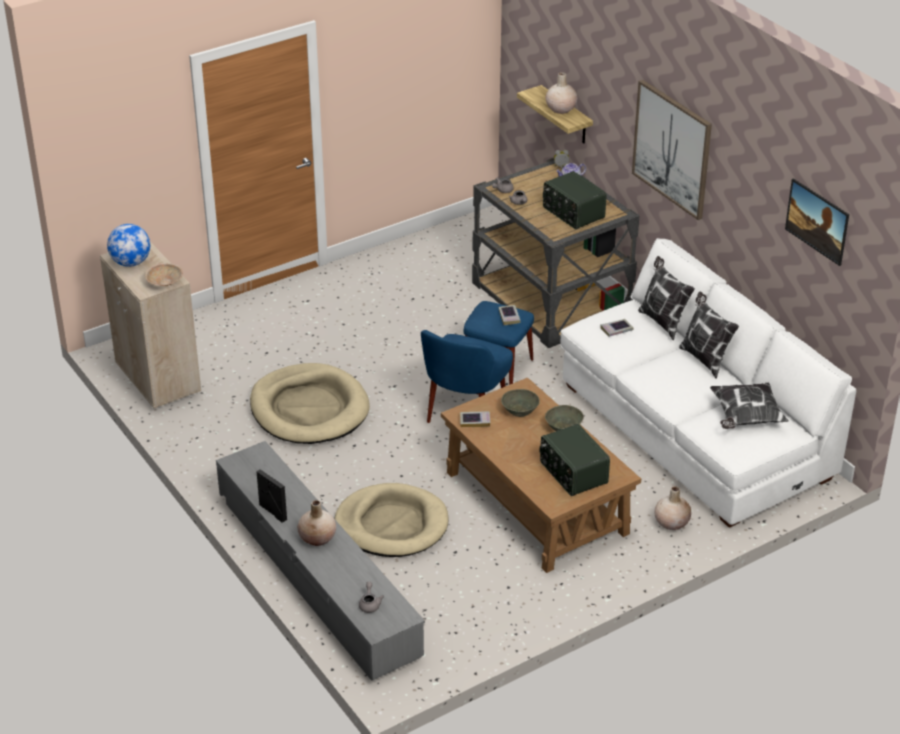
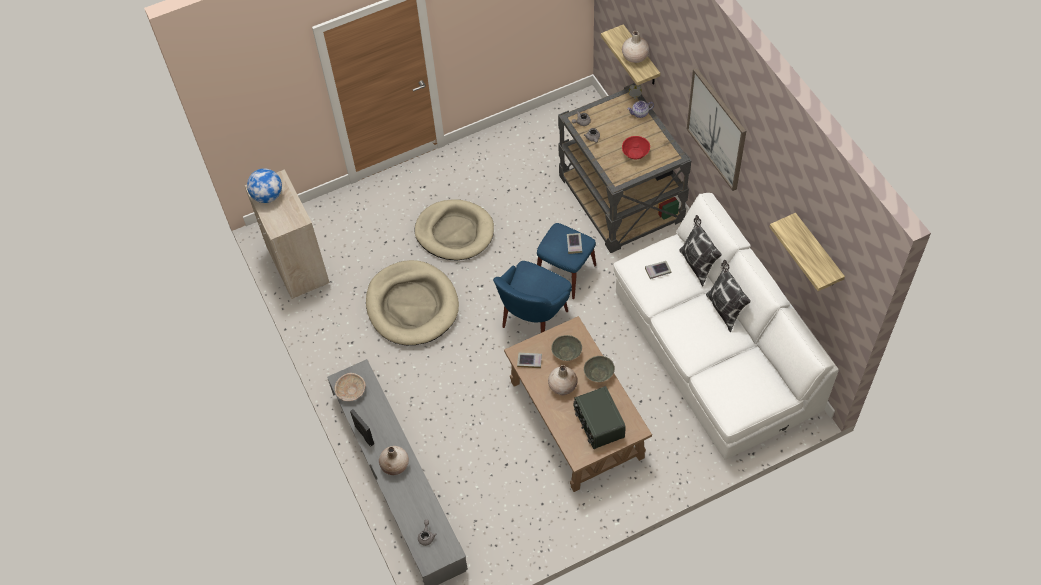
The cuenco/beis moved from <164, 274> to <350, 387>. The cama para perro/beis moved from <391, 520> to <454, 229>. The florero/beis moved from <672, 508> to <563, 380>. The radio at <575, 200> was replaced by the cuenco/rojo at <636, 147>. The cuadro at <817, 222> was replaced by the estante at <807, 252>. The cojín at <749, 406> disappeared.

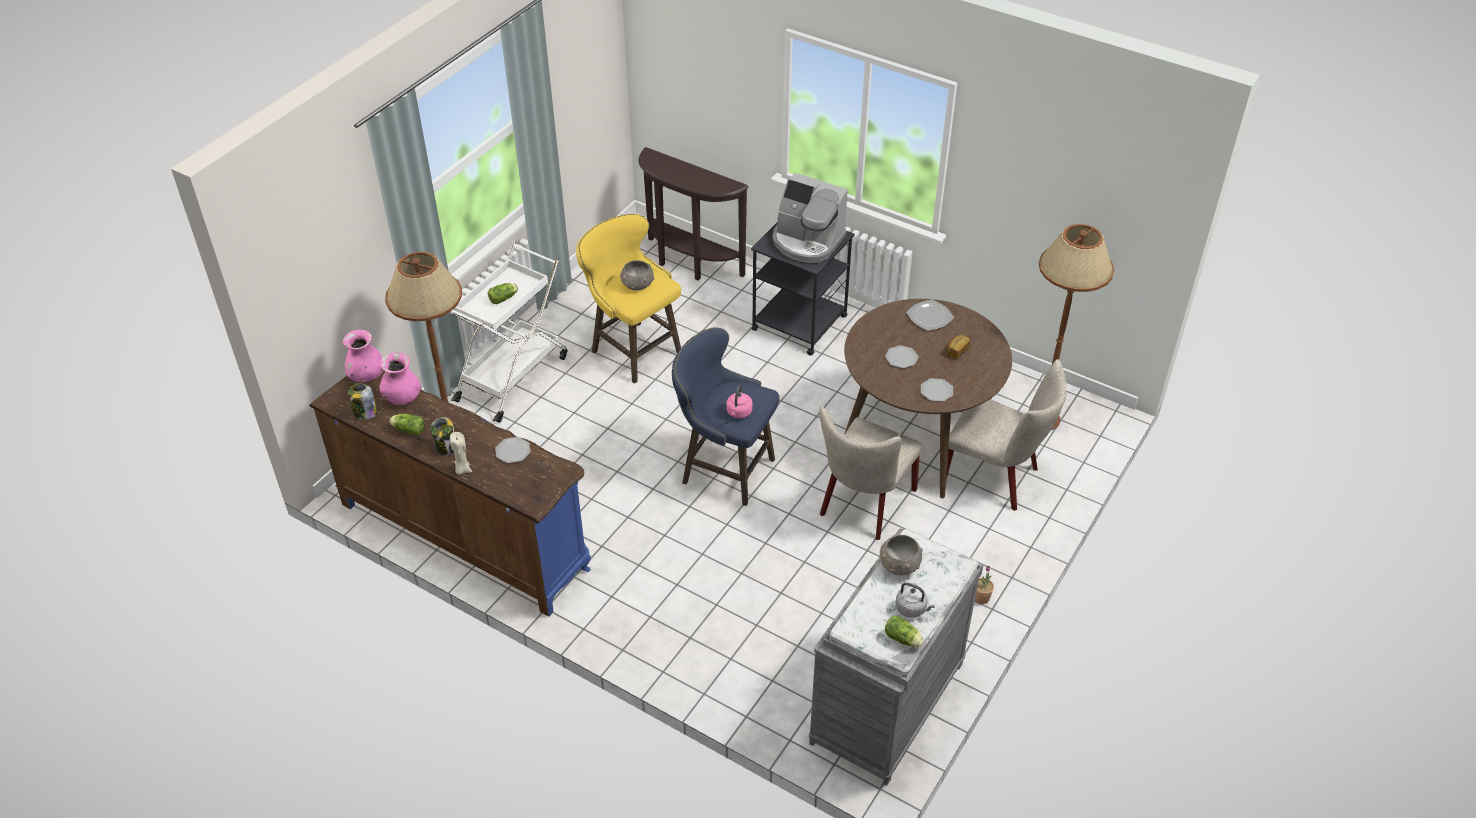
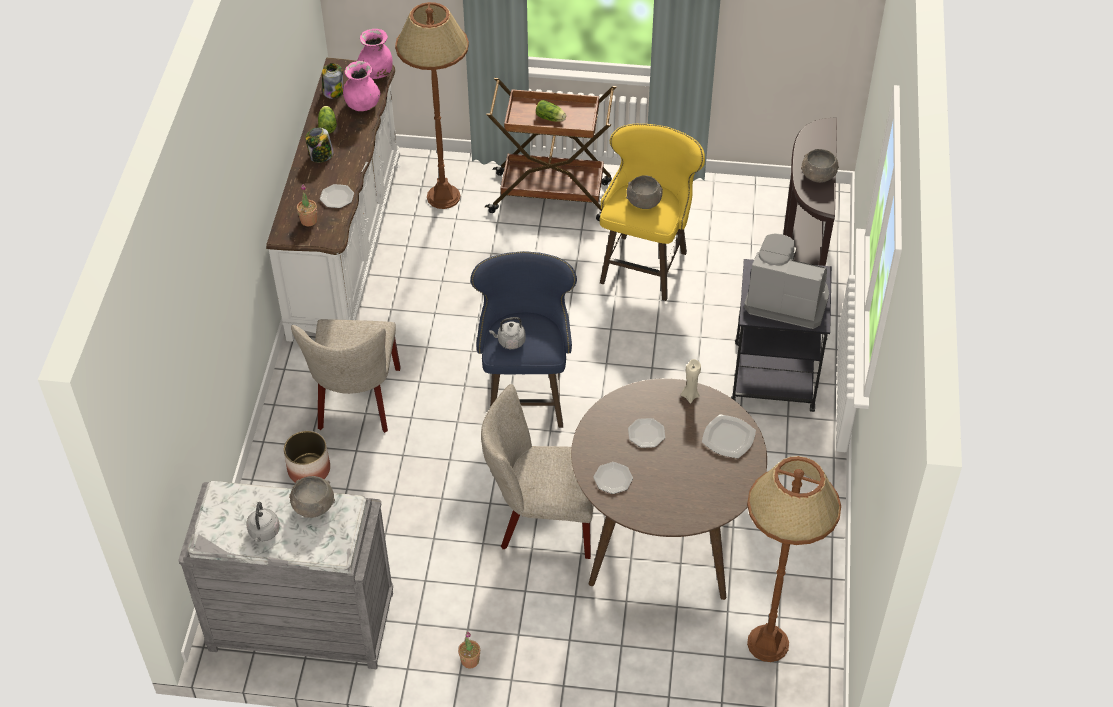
The armario/azul at <450, 494> became the armario/blanco at <333, 200>. The maceta at <307, 457> appeared. The silla/beis moved from <1006, 435> to <346, 376>. The planta en maceta at <307, 205> appeared. The carrito/blanco at <508, 332> became the carrito/marrón at <551, 149>. The hervidor/rosa at <739, 401> became the hervidor/gris at <507, 333>. The vela/beis moved from <461, 453> to <691, 381>. The cafetera at <810, 218> turned 105 degrees clockwise. The cuenco/gris at <820, 166> appeared. The lechuga at <904, 632> disappeared. The pan at <958, 347> disappeared.

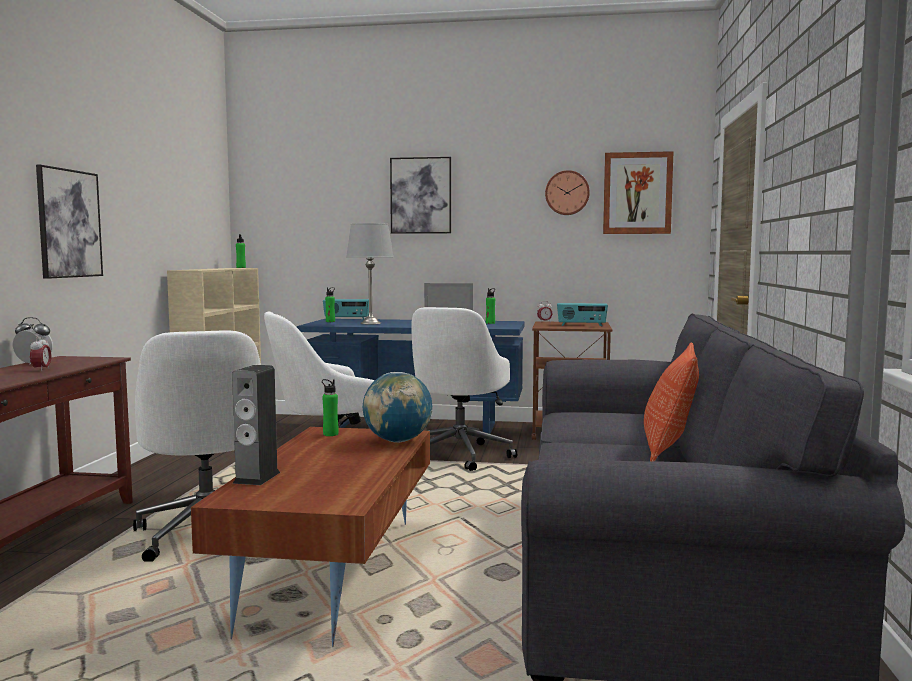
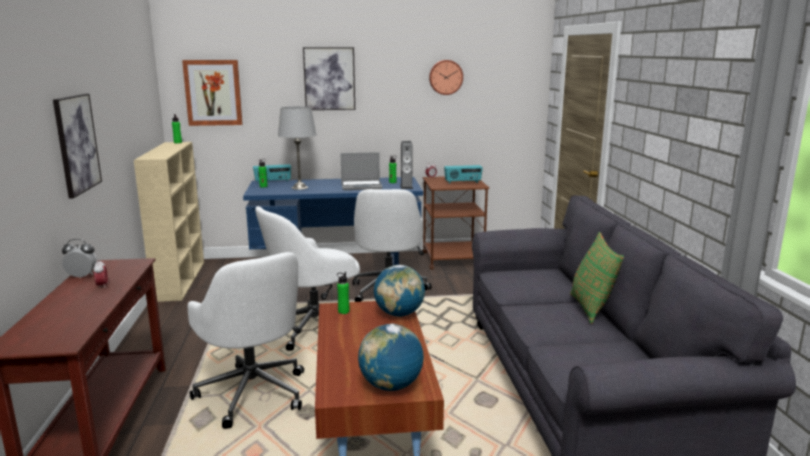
The cuadro moved from <638, 192> to <212, 93>. The globo terráqueo at <391, 357> appeared. The altavoz moved from <256, 425> to <406, 165>. The cojín/naranja at <671, 402> became the cojín/verde at <597, 278>.

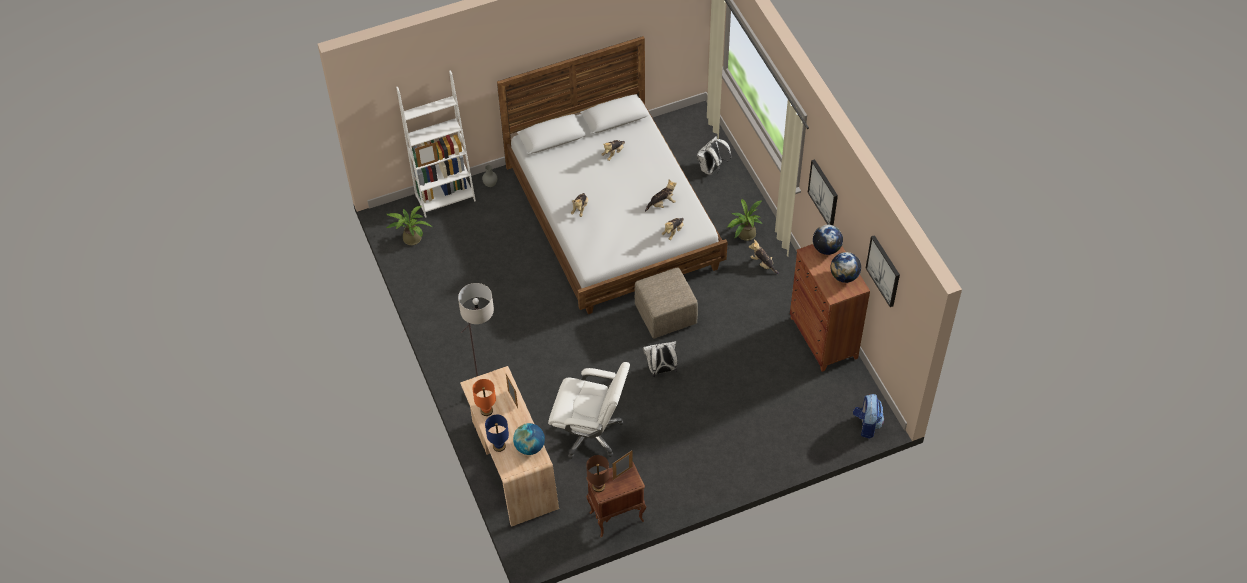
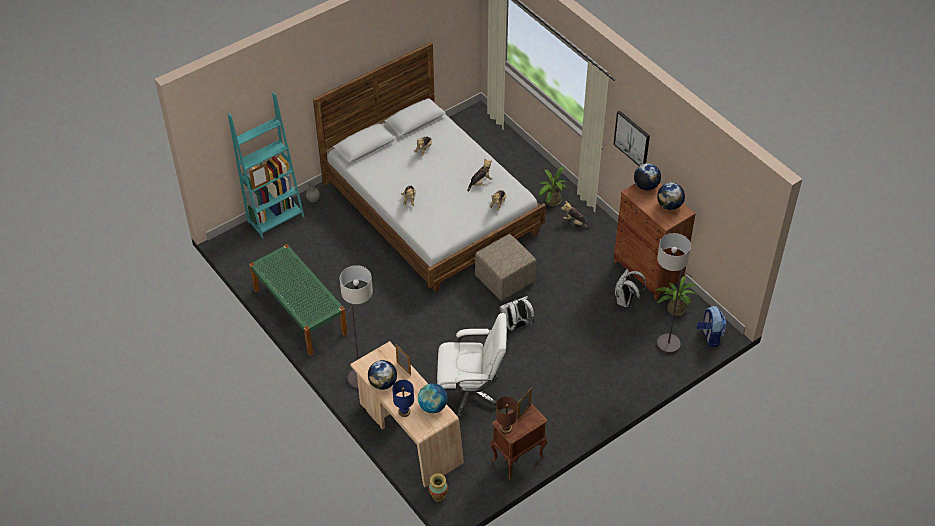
The estantería/blanco at <436, 144> became the estantería/turquesa at <266, 165>. The banco/verde at <298, 299> appeared. The lámpara de mesa/naranja at <484, 397> was replaced by the globo terráqueo at <382, 375>. The florero at <438, 488> appeared. The mochila/blanco moved from <714, 155> to <630, 288>. The planta en maceta moved from <409, 225> to <675, 296>. The lámpara de pie/gris at <674, 293> appeared. The cuadro at <883, 271> disappeared.

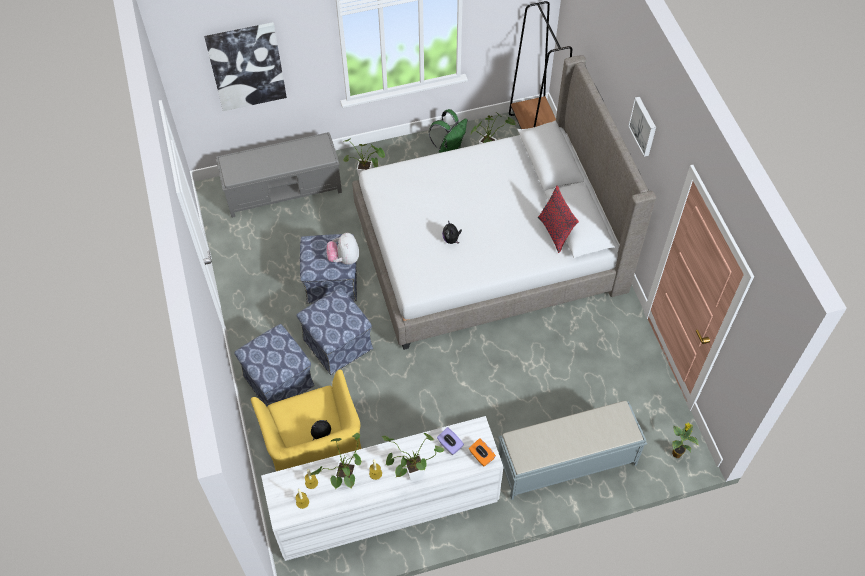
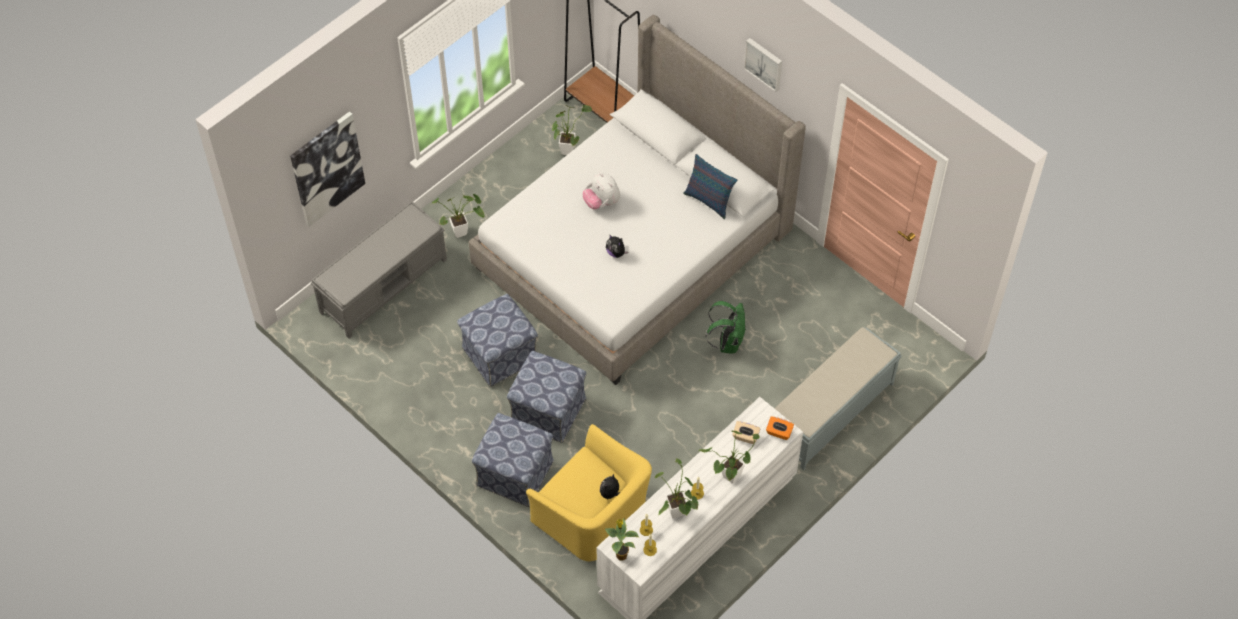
The peluche moved from <342, 249> to <601, 191>. The planta en maceta moved from <685, 440> to <622, 539>. The cojín/rojo at <558, 219> became the cojín/azul at <710, 186>. The mochila/verde moved from <448, 131> to <725, 327>. The caja de pañuelos/morado at <450, 441> became the caja de pañuelos/beis at <746, 432>.

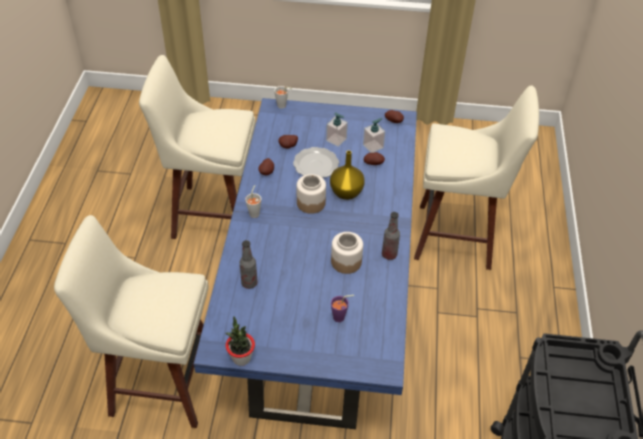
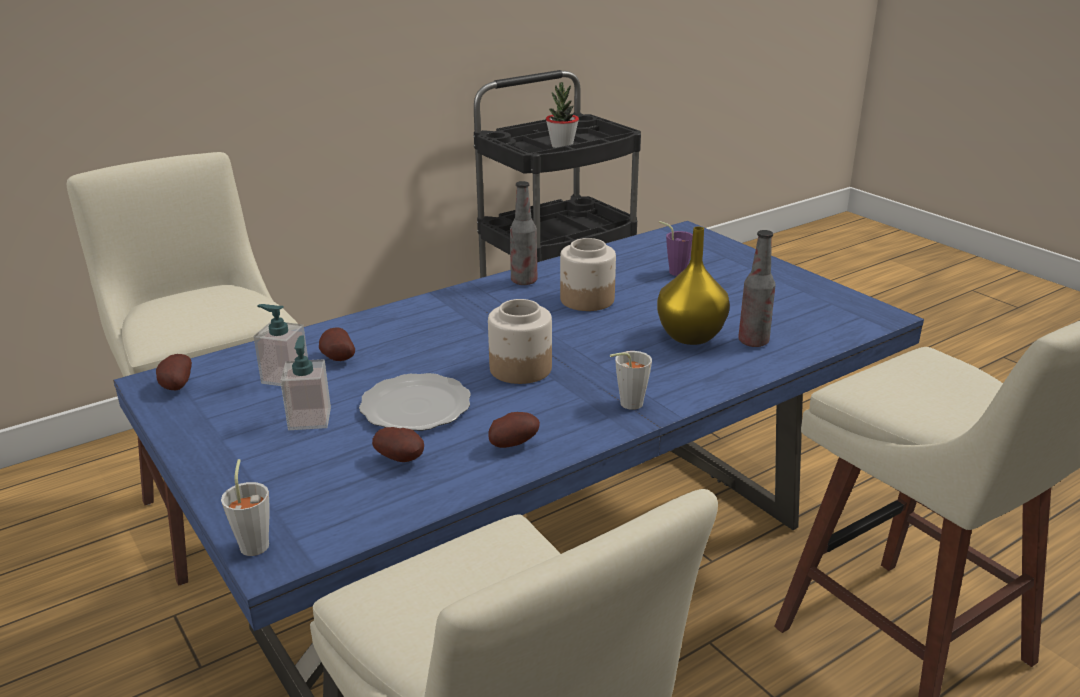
The planta en maceta moved from <240, 341> to <562, 115>. The florero/amarillo moved from <347, 175> to <693, 286>.

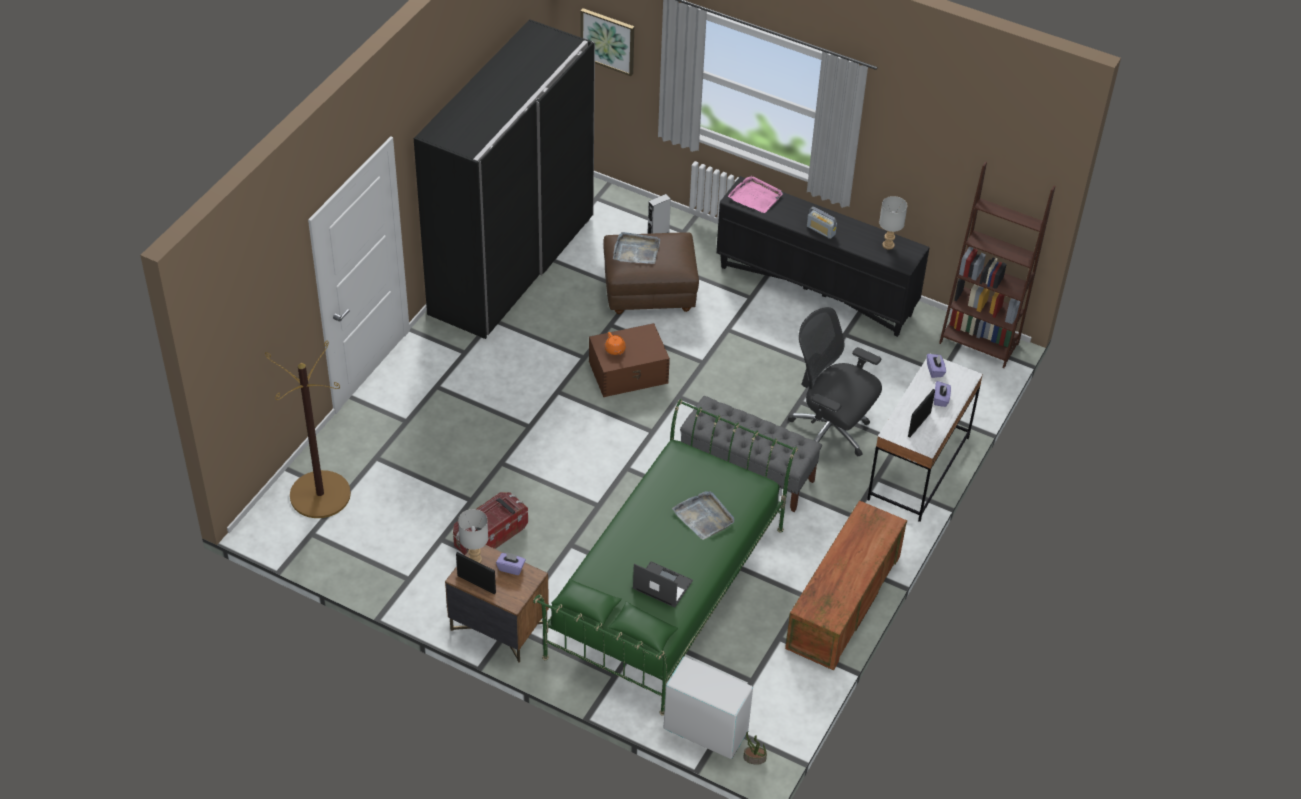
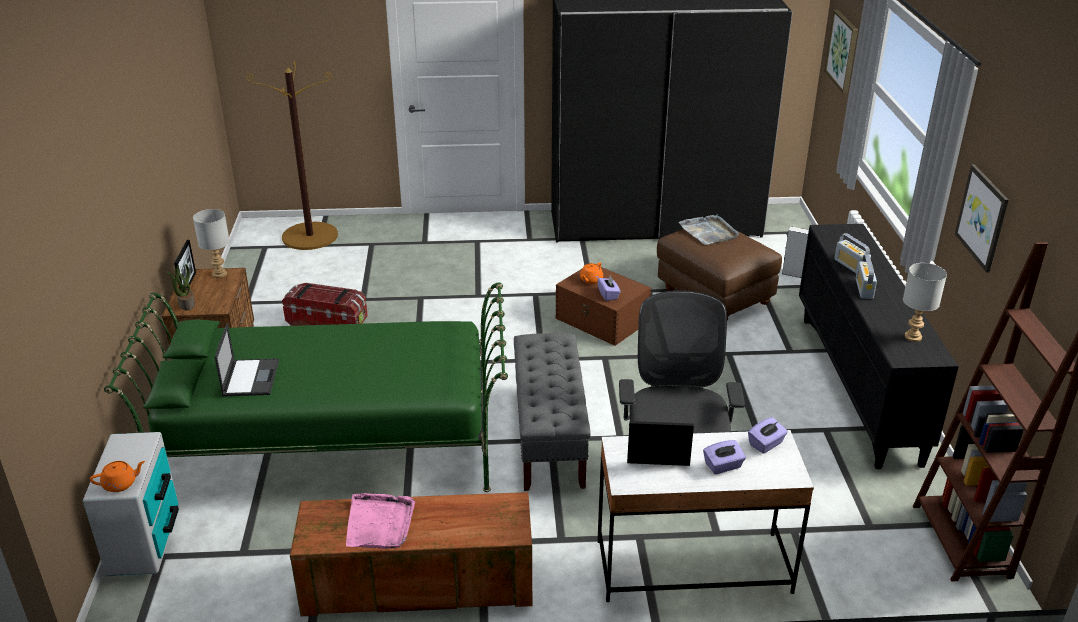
The tetera/naranja at <117, 476> appeared. The planta en maceta moved from <755, 748> to <181, 287>. The bandeja/rosa moved from <755, 194> to <380, 521>. The caja de pañuelos/morado moved from <511, 563> to <608, 288>. The radio at <852, 253> appeared. The cuadro at <982, 218> appeared. The bandeja/gris at <703, 515> disappeared.

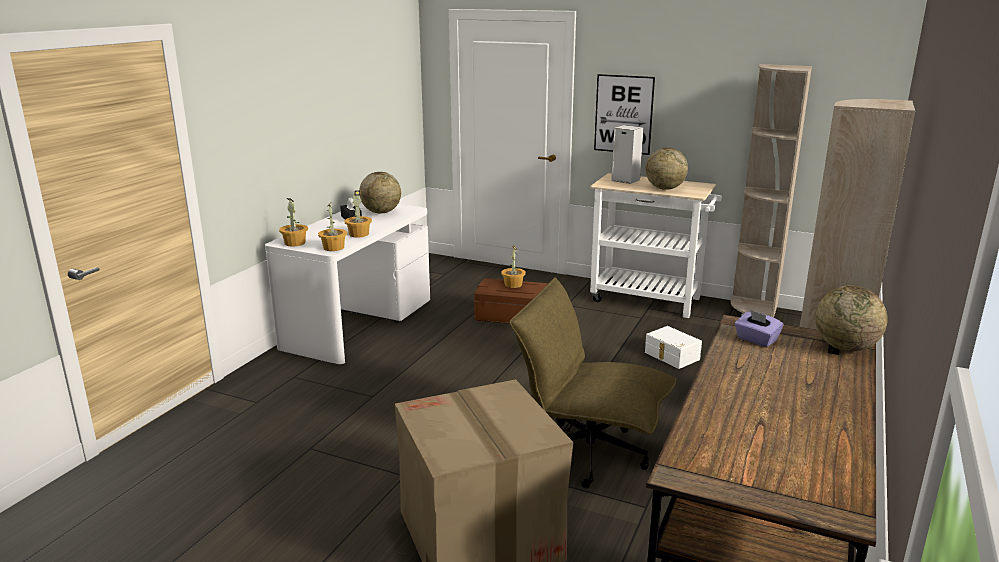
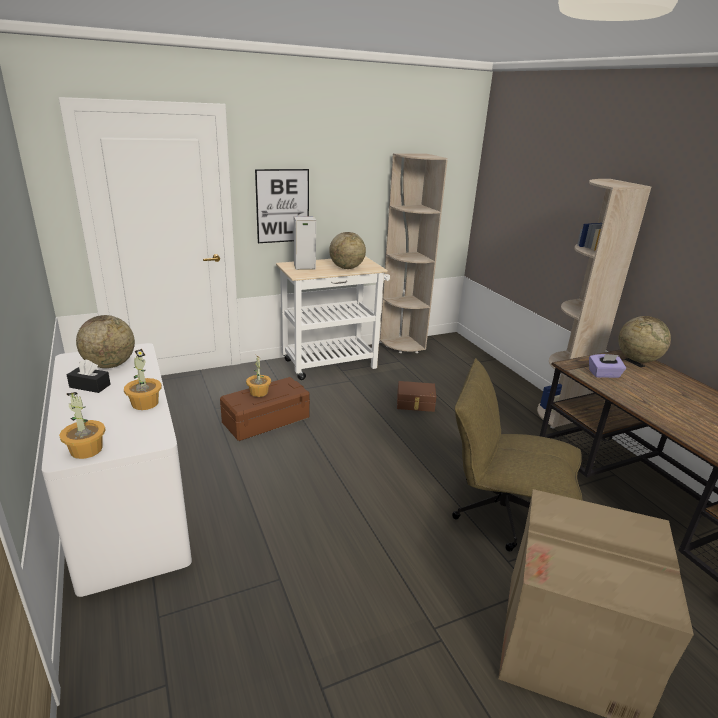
The caja de almacenaje/blanco at <673, 347> became the caja de almacenaje/marrón at <416, 396>. The silla de oficina/beis at <593, 382> turned 45 degrees clockwise. The planta en maceta at <332, 227> disappeared.

